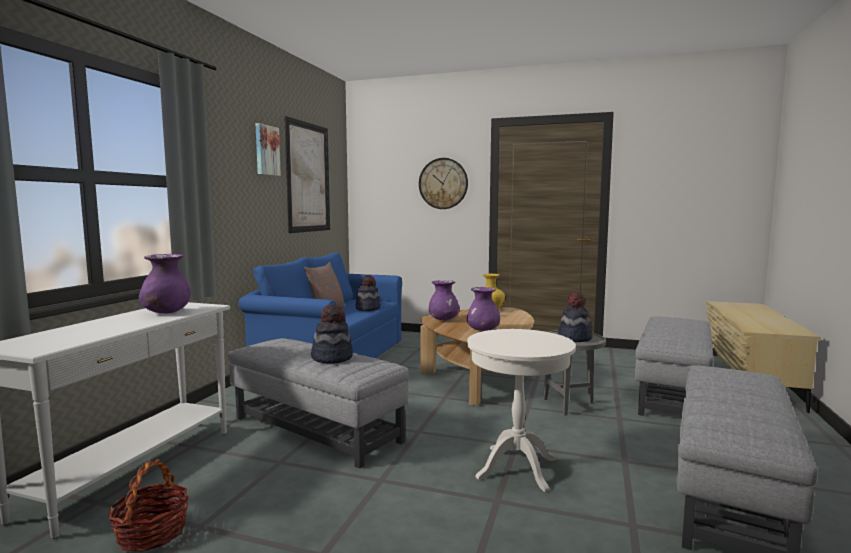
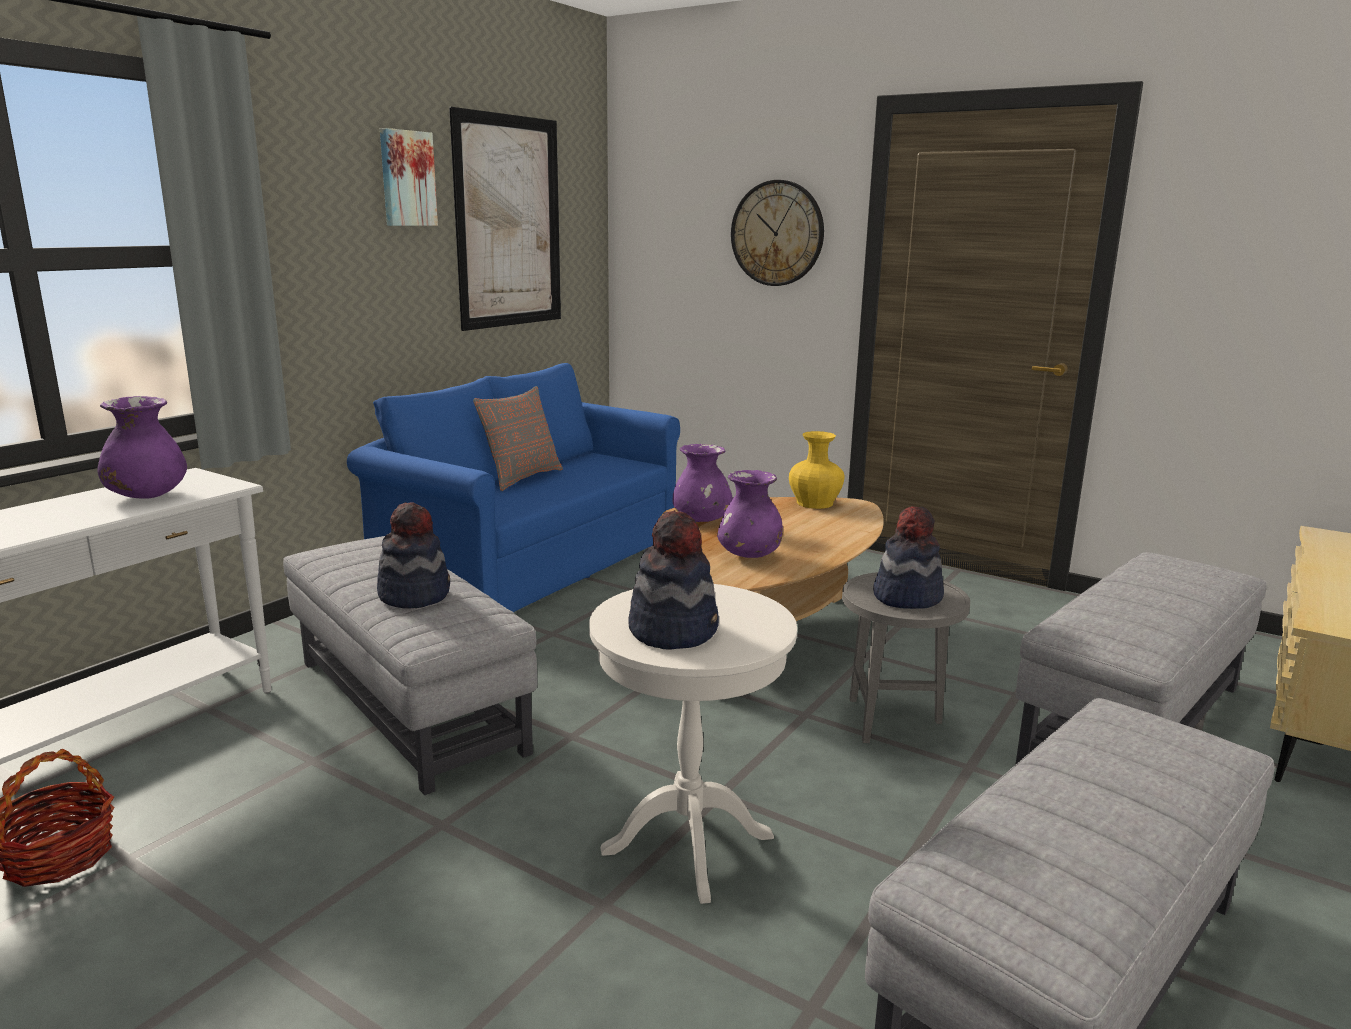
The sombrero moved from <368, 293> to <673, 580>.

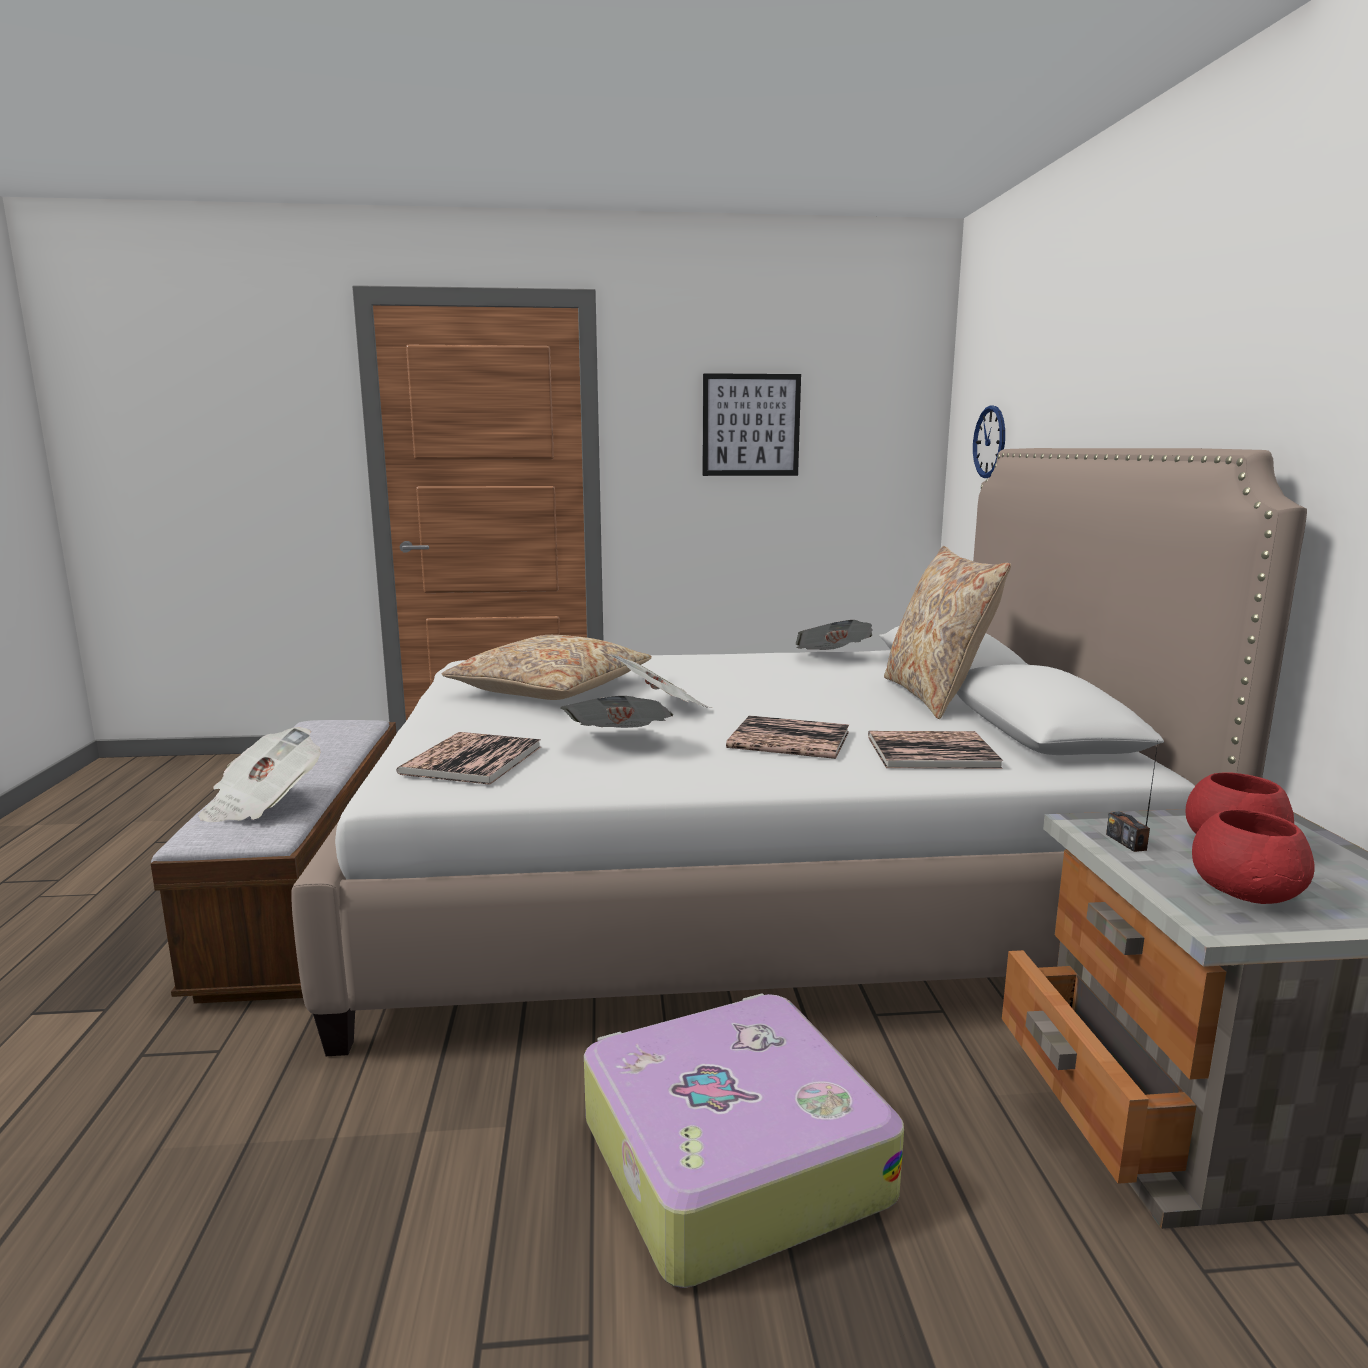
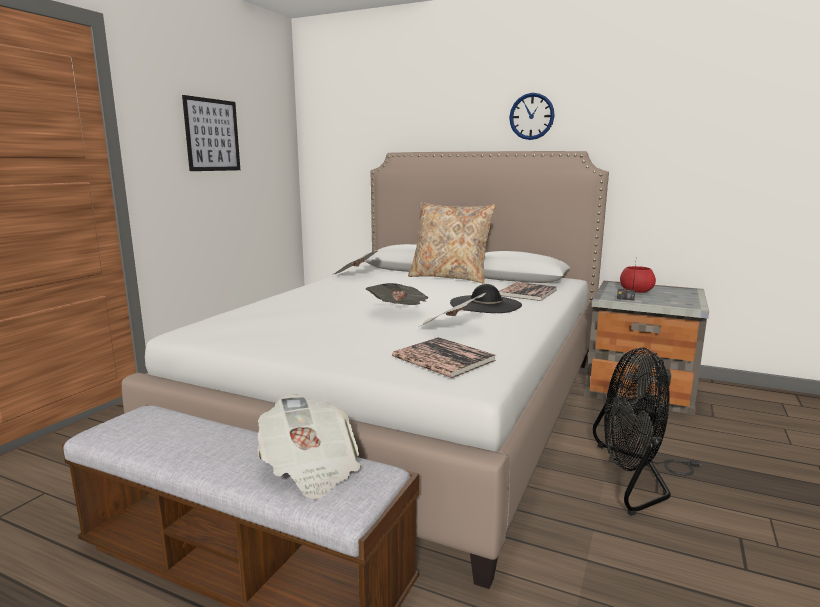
The libro at <787, 737> was replaced by the sombrero/negro at <486, 298>. The reloj de pared moved from <989, 441> to <532, 116>. The maleta at <744, 1140> was replaced by the ventilador/negro at <647, 431>. The cojín/beis at <547, 667> disappeared. The cuenco/rojo at <1253, 856> disappeared.

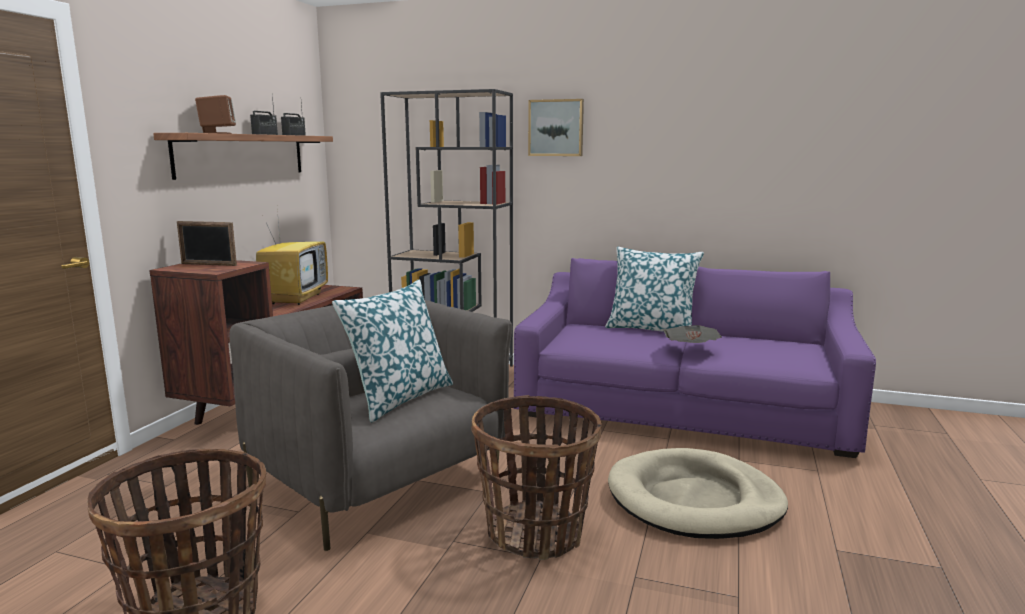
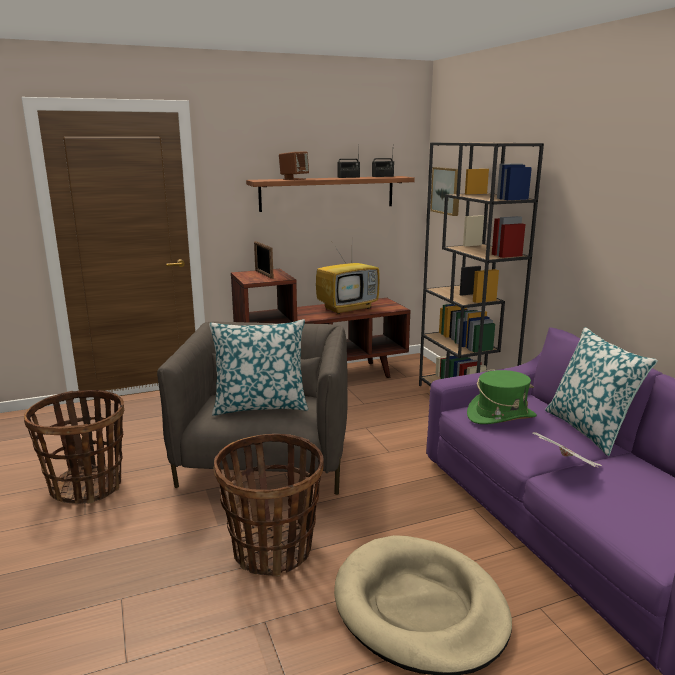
The cuadro moved from <556, 127> to <444, 191>. The sombrero/verde at <502, 397> appeared.

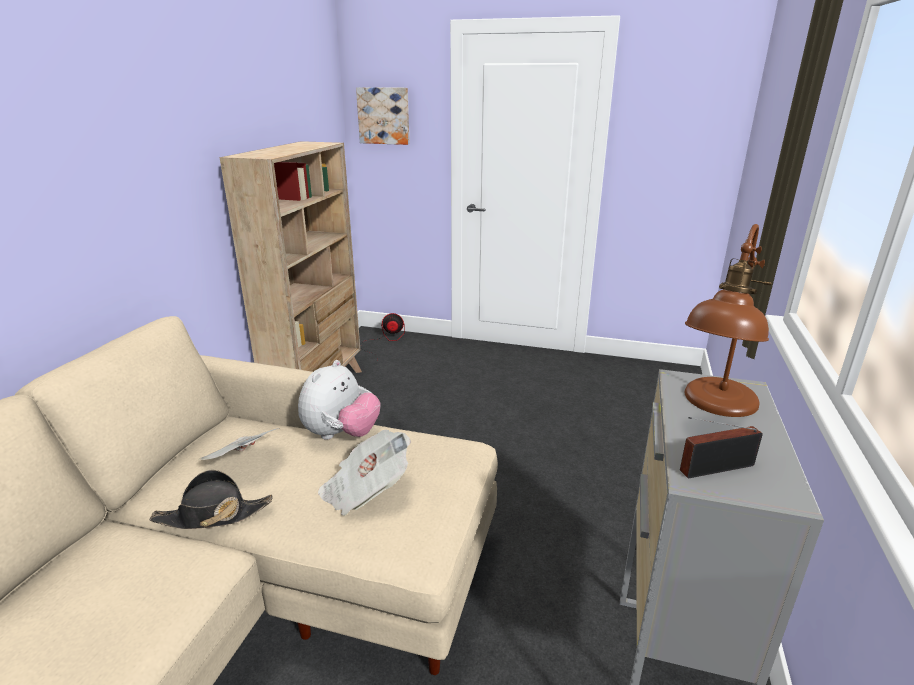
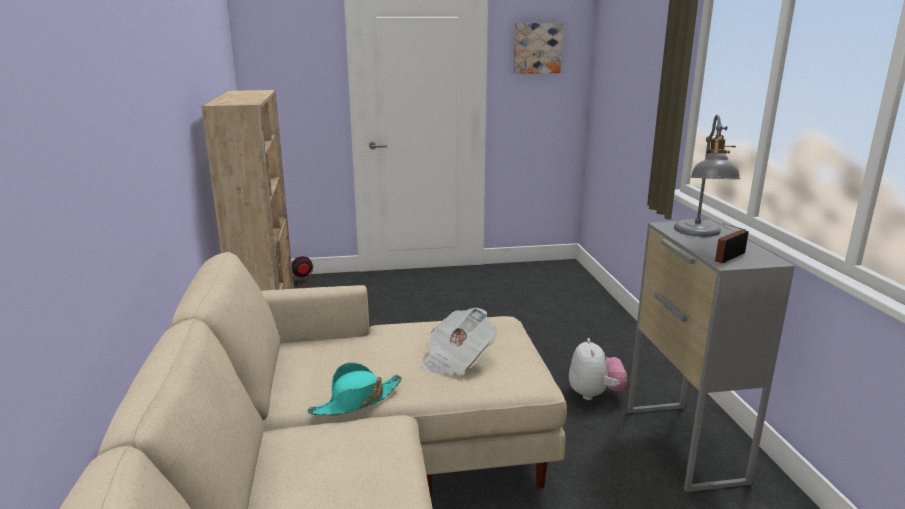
The sombrero/negro at <211, 499> became the sombrero/turquesa at <355, 389>. The cuadro moved from <383, 116> to <538, 48>. The peluche moved from <339, 400> to <598, 369>. The lámpara de mesa/marrón at <728, 320> became the lámpara de mesa/gris at <707, 176>. The periódico at <238, 444> disappeared.

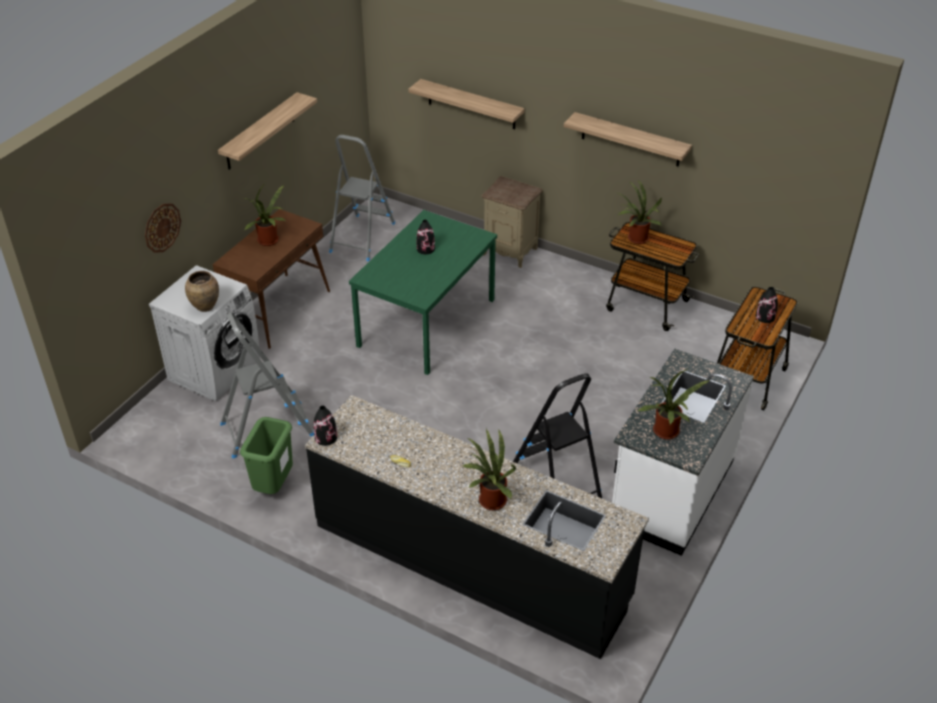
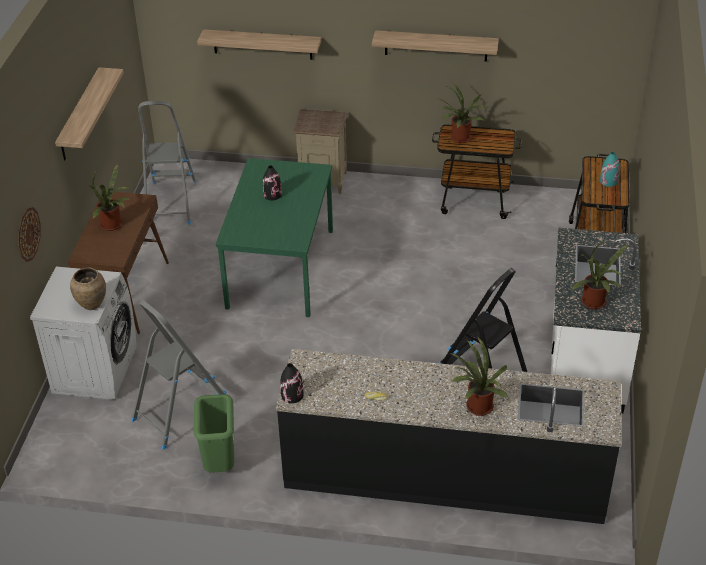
The florero/negro at <767, 305> became the florero/turquesa at <610, 169>.

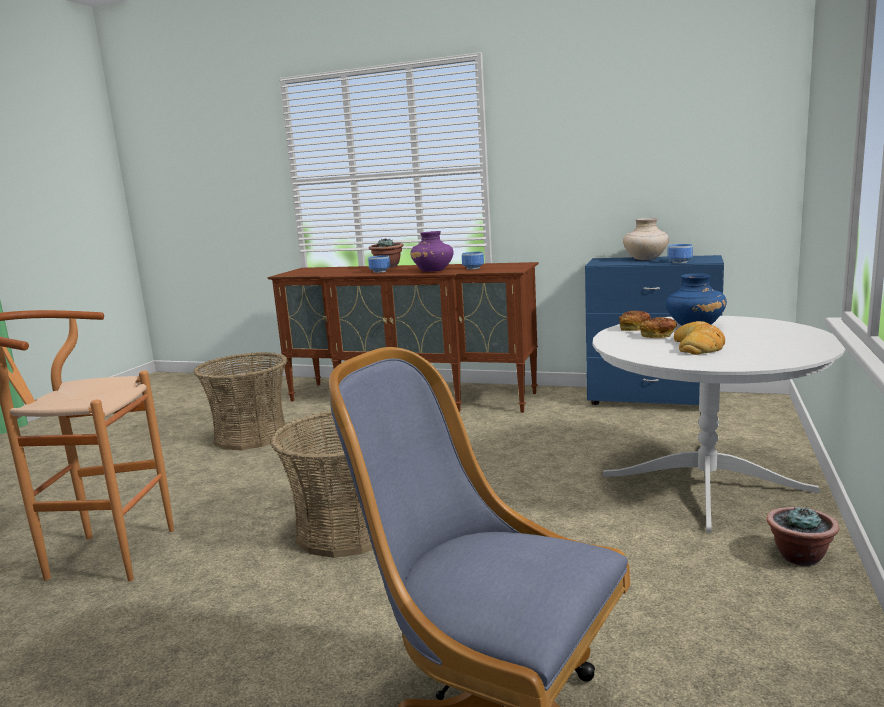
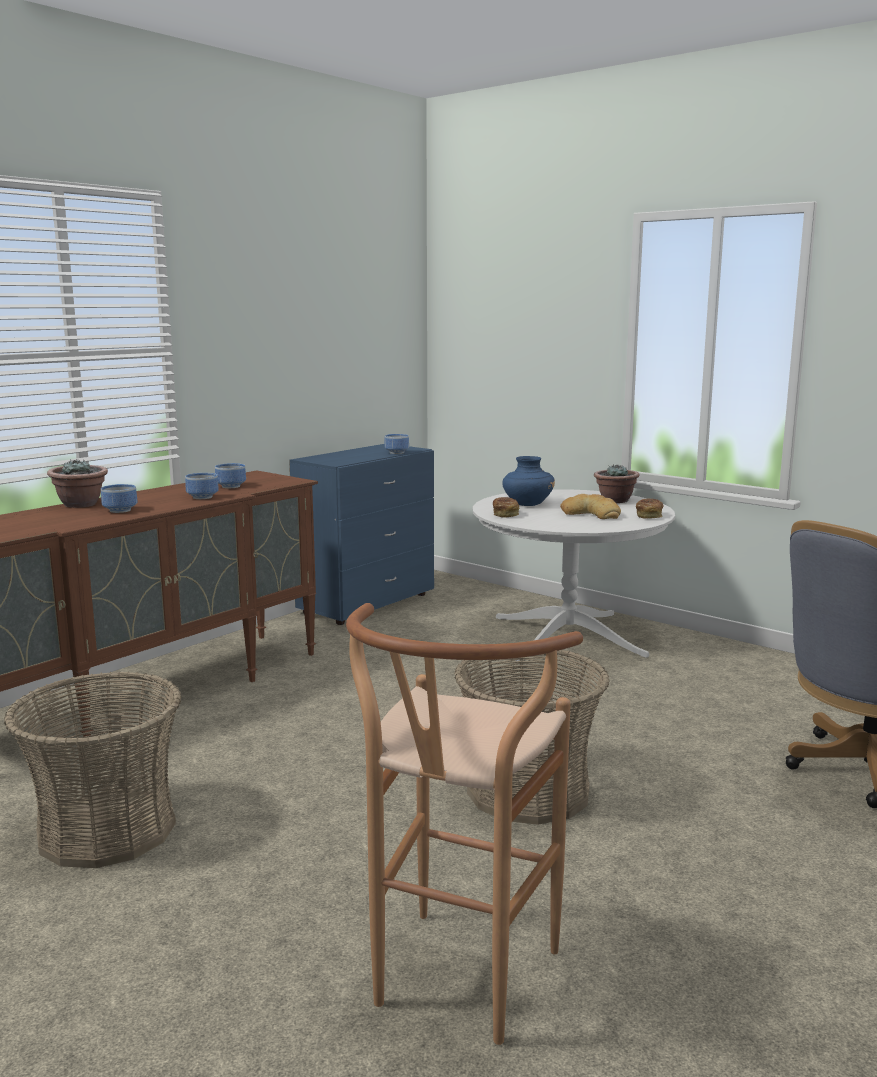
The florero/morado at <432, 251> was replaced by the cuenco at <202, 486>. The planta en maceta moved from <802, 536> to <617, 483>. The pan moved from <658, 327> to <650, 508>. The florero/beis at <646, 239> disappeared.

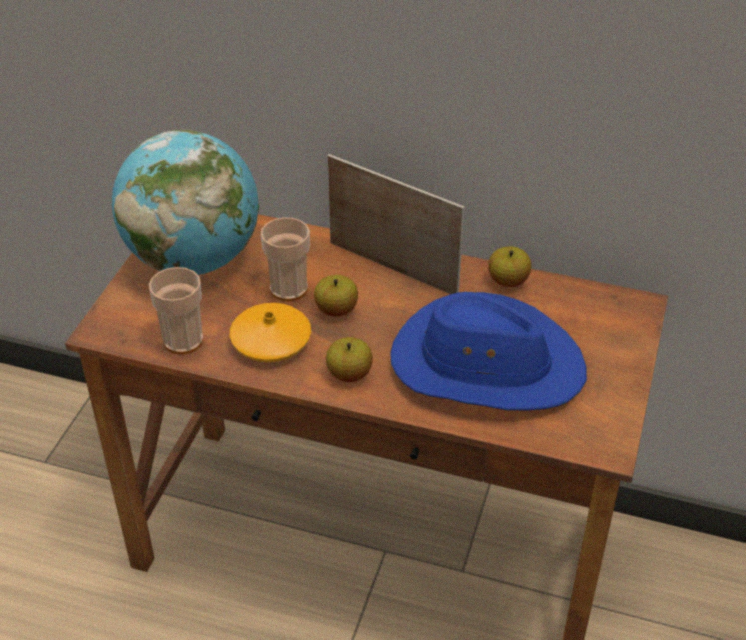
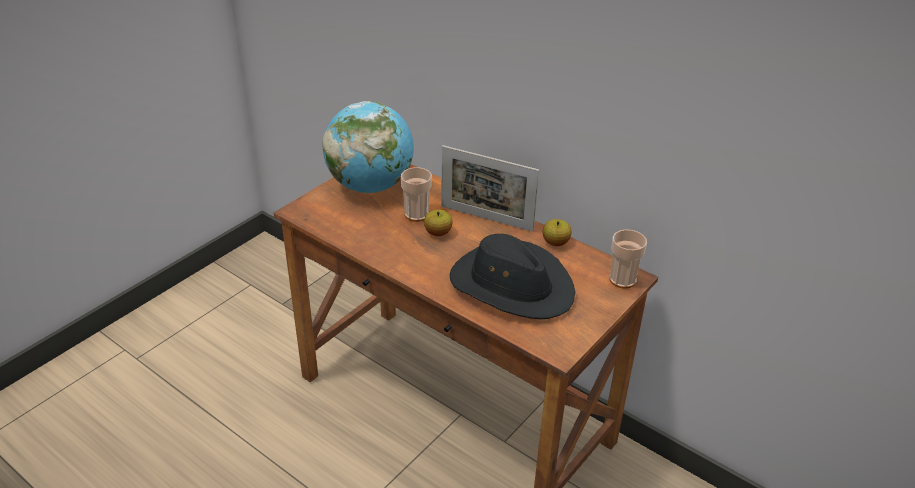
The portarretratos at <396, 224> turned 150 degrees clockwise. The sombrero/azul at <489, 351> became the sombrero/negro at <512, 276>. The taza moved from <176, 310> to <628, 259>. The florero/naranja at <270, 332> disappeared. The manzana at <349, 359> disappeared.

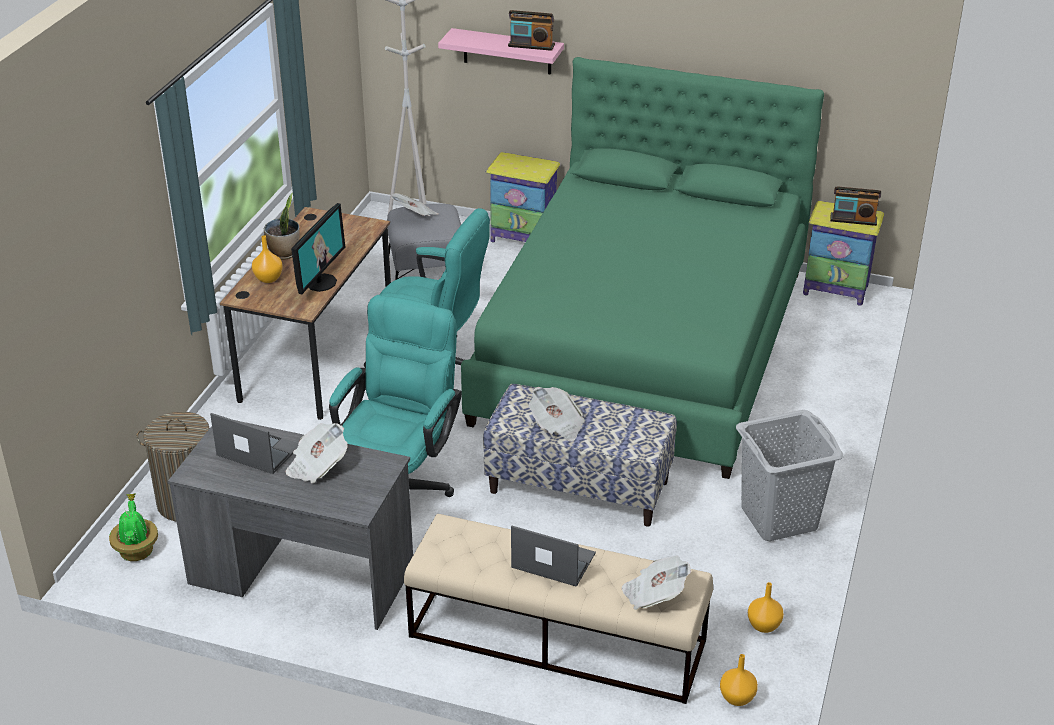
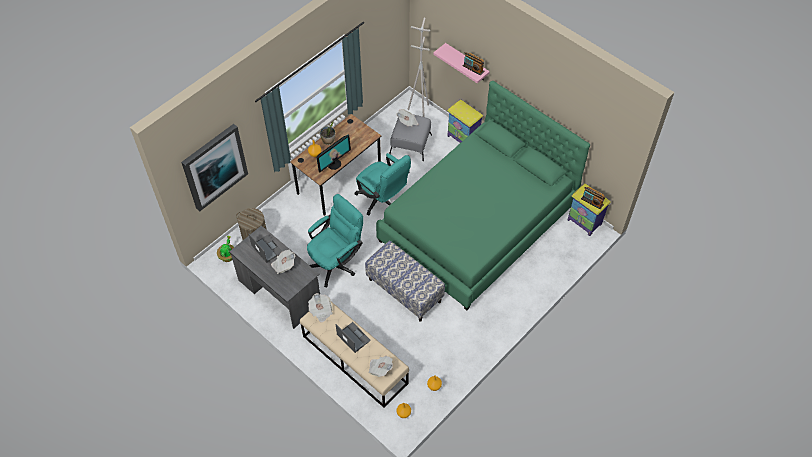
The cuadro at <214, 167> appeared. The periódico moved from <557, 414> to <320, 308>. The cesto de la ropa/gris at <790, 475> disappeared.

